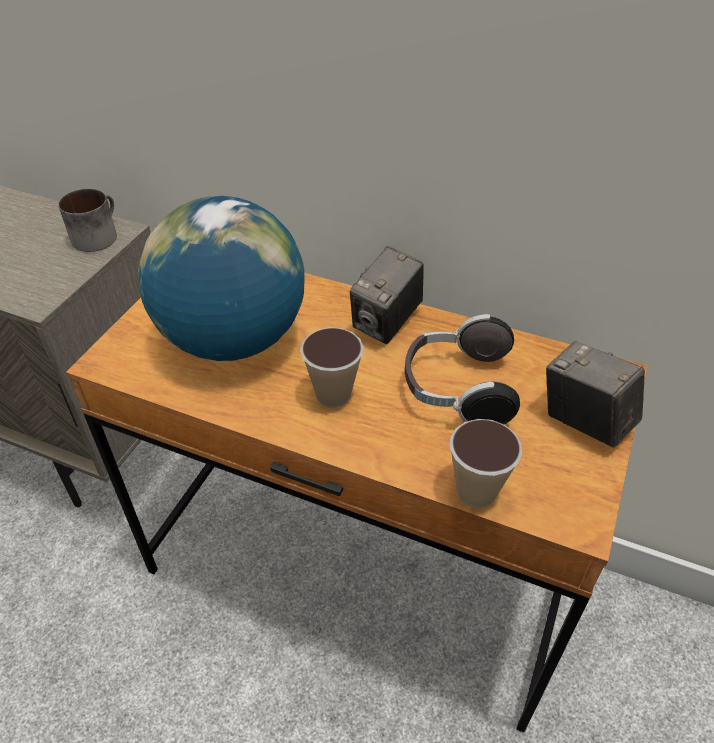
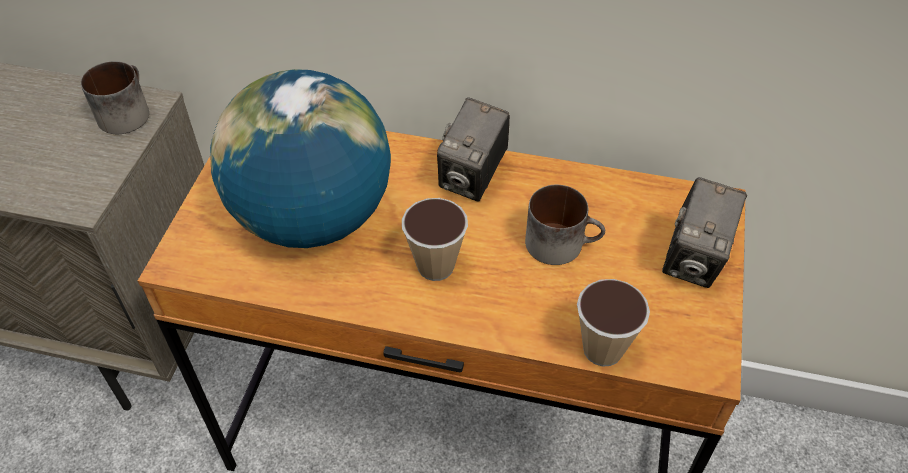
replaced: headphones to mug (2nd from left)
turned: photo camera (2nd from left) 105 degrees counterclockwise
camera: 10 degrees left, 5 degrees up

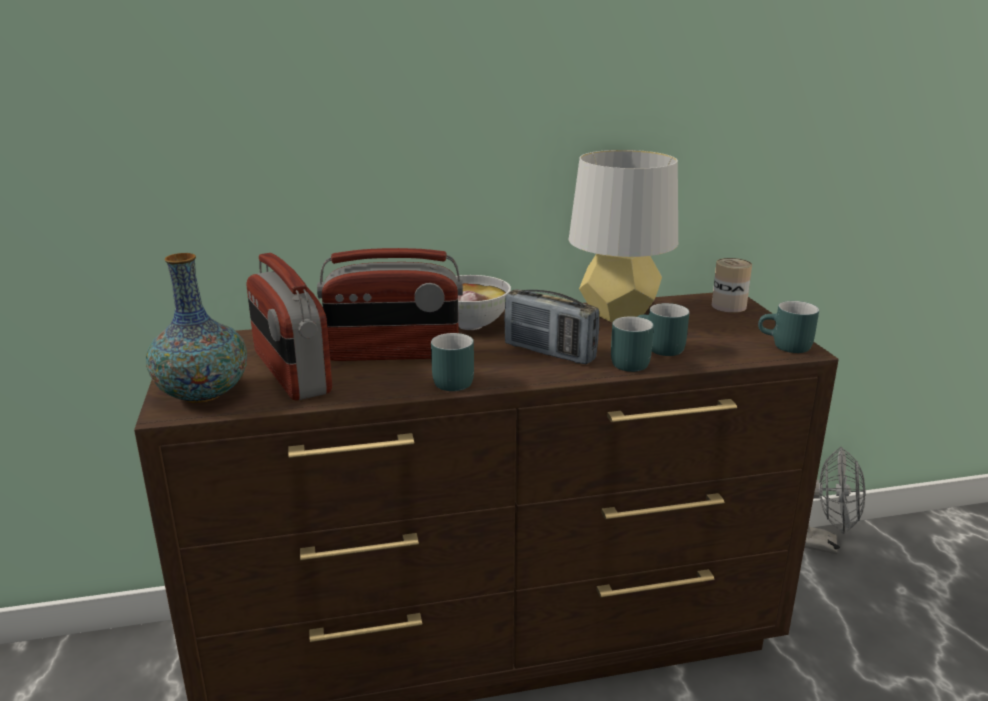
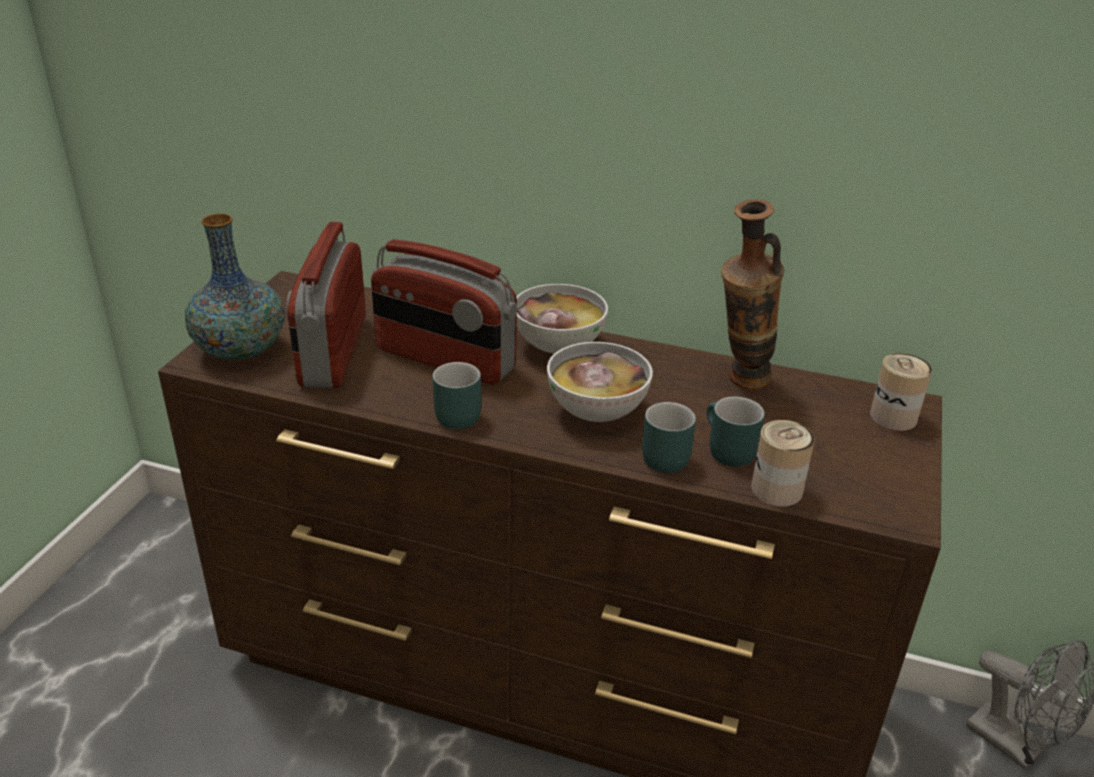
removed: mug in turquoise (4th from left)
added: can (1st from left)
replaced: radio (3rd from left) to bowl (2nd from left); table lamp in grey to vase (2nd from left)
camera: 30 degrees right, 10 degrees up

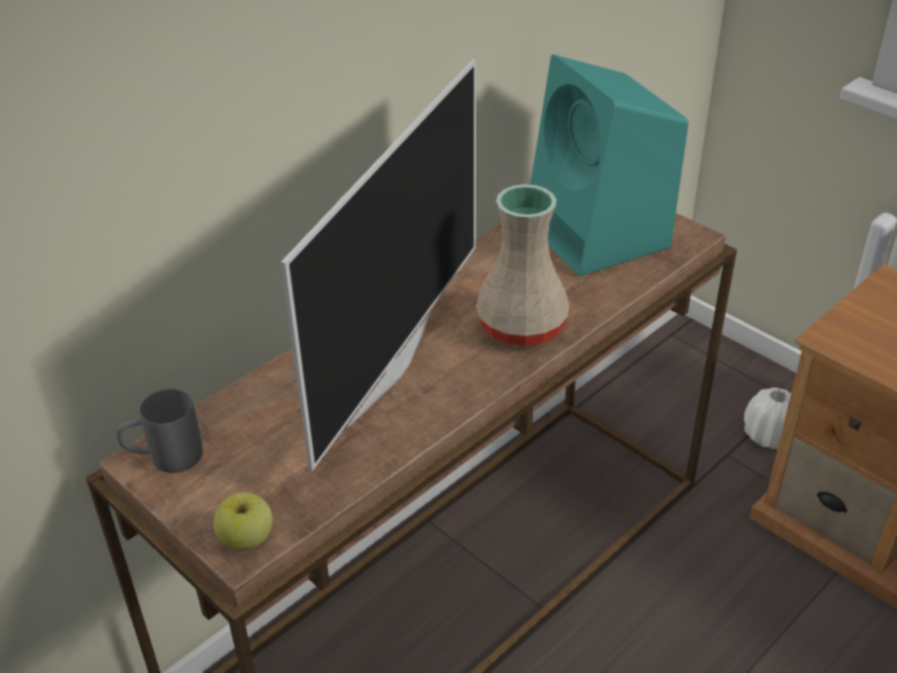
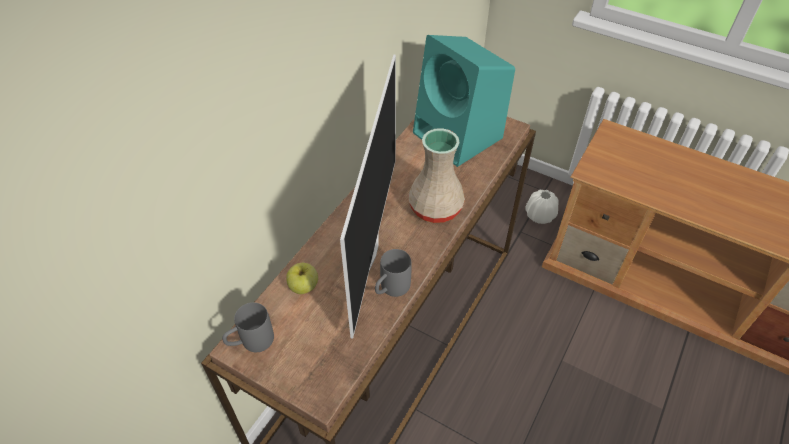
added: mug in grey (2nd from left)
moved: apple
camera: 15 degrees left, 10 degrees up

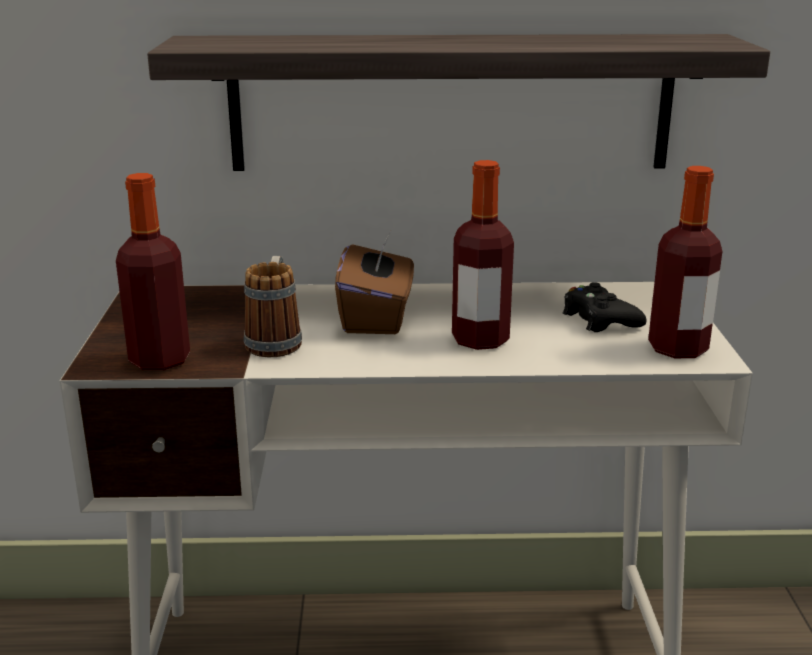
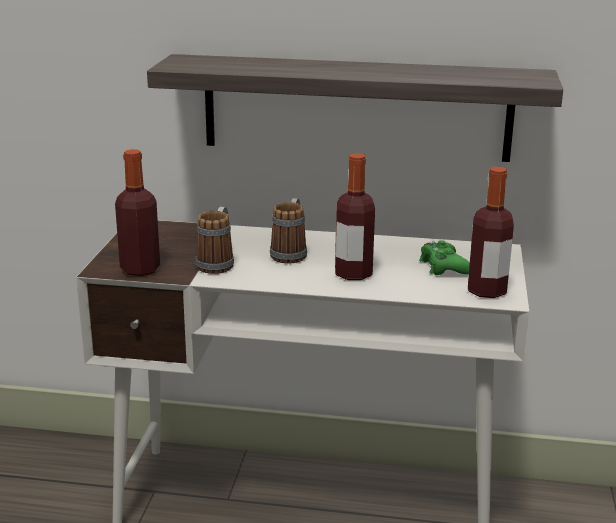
replaced: tissue box in brown to mug (2nd from left)
recoloured: game controller in black to game controller in green
camera: 10 degrees right, 0 degrees up

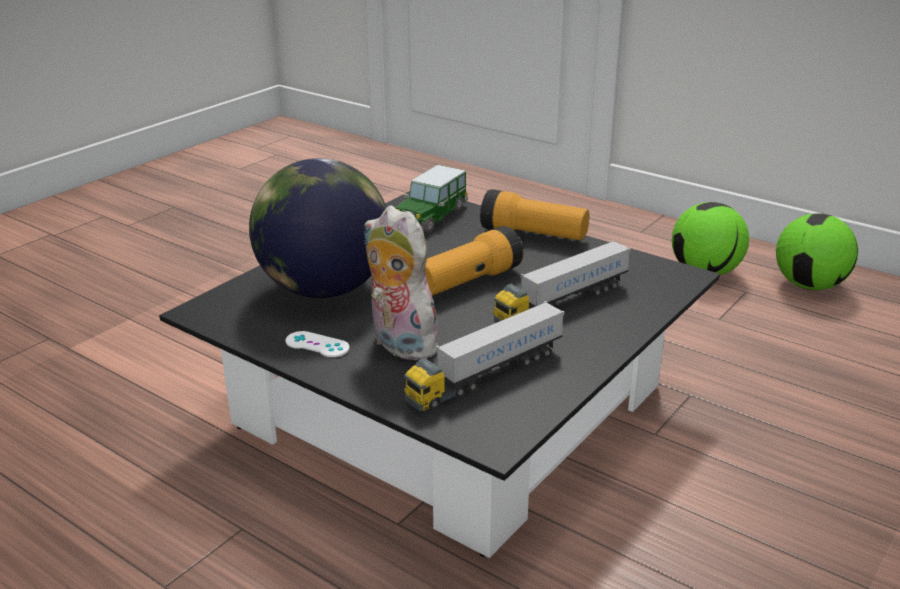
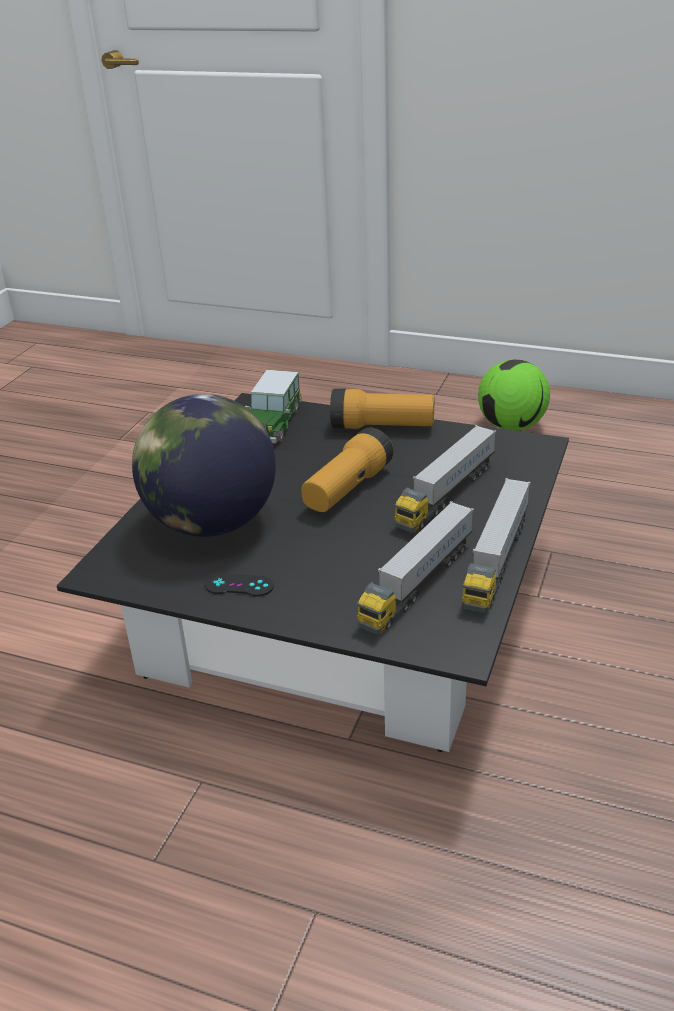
removed: plush toy; football (2nd from left)
added: toy truck (3rd from left)
recoloured: game controller in white to game controller in black
camera: 15 degrees left, 5 degrees up

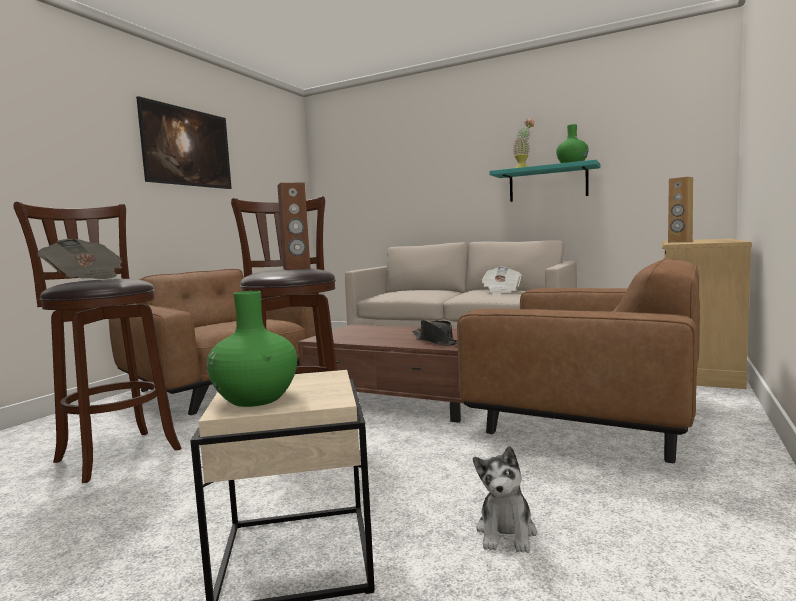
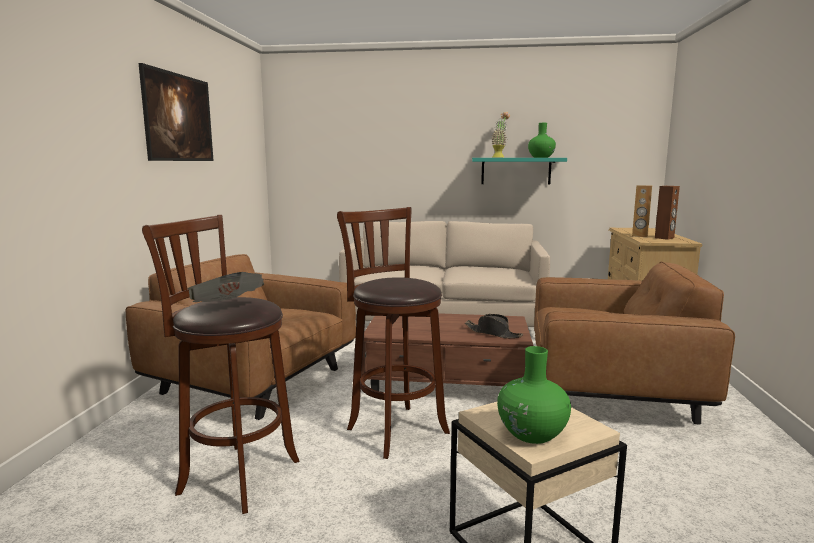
removed: plush toy; newspaper (2nd from left)
moved: speaker in brown (1st from left in the first image) to speaker in brown (2nd from left)
camera: 20 degrees left, 5 degrees up

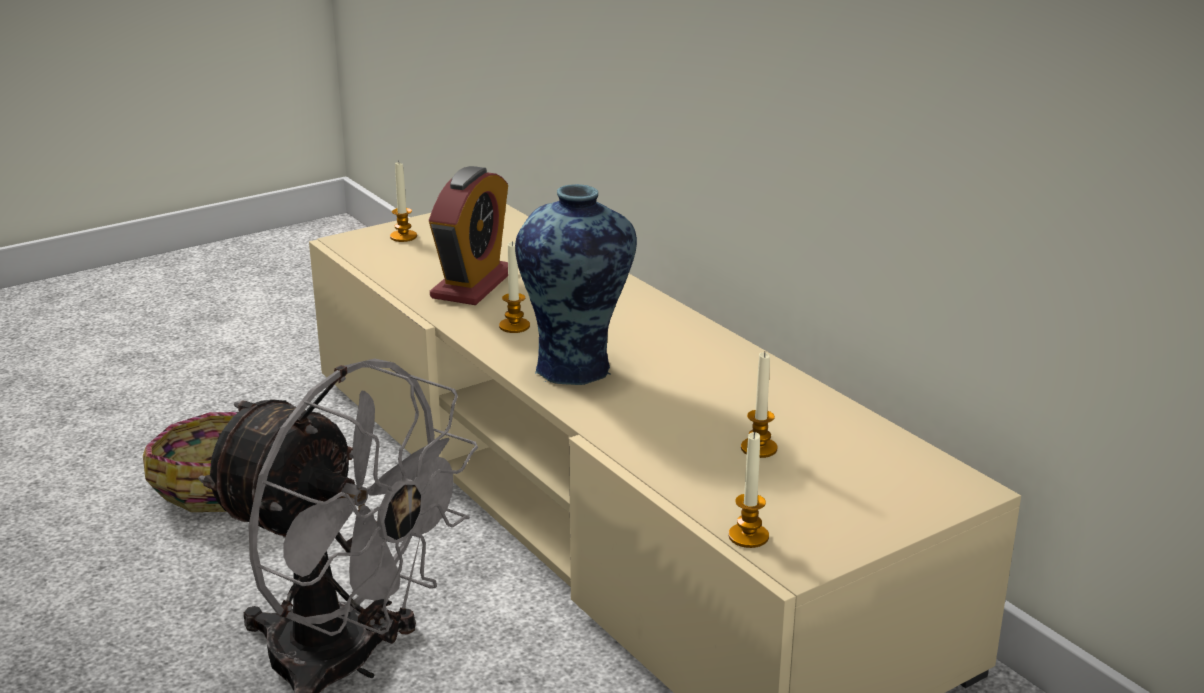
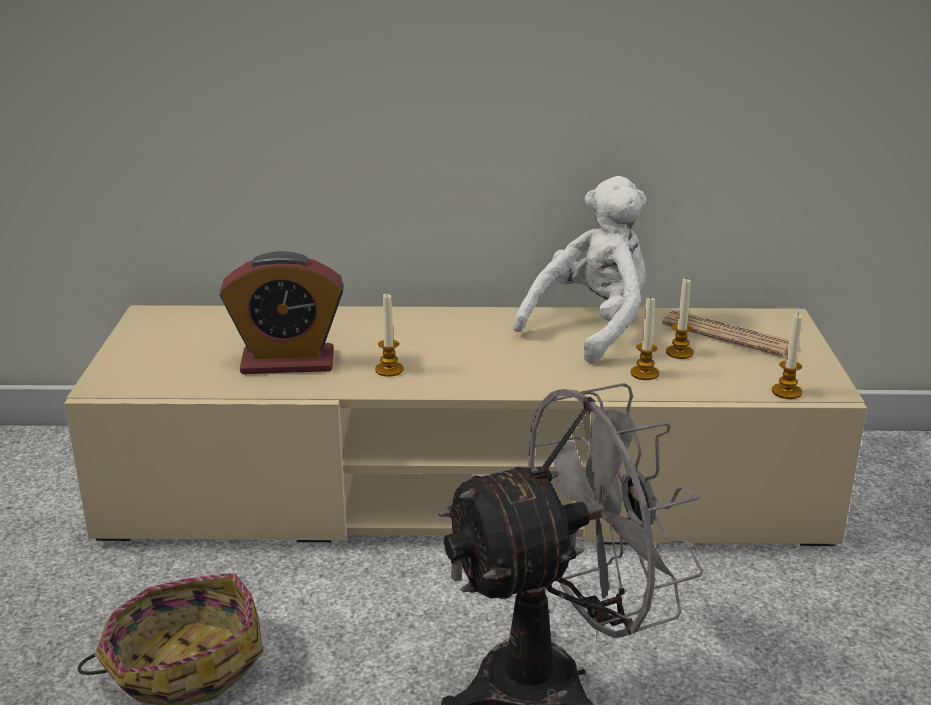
removed: vase
added: plush toy in white; newspaper
moved: candle (1st from left in the first image) to candle (2nd from left)
turned: alarm clock 120 degrees clockwise
camera: 55 degrees left, 0 degrees up

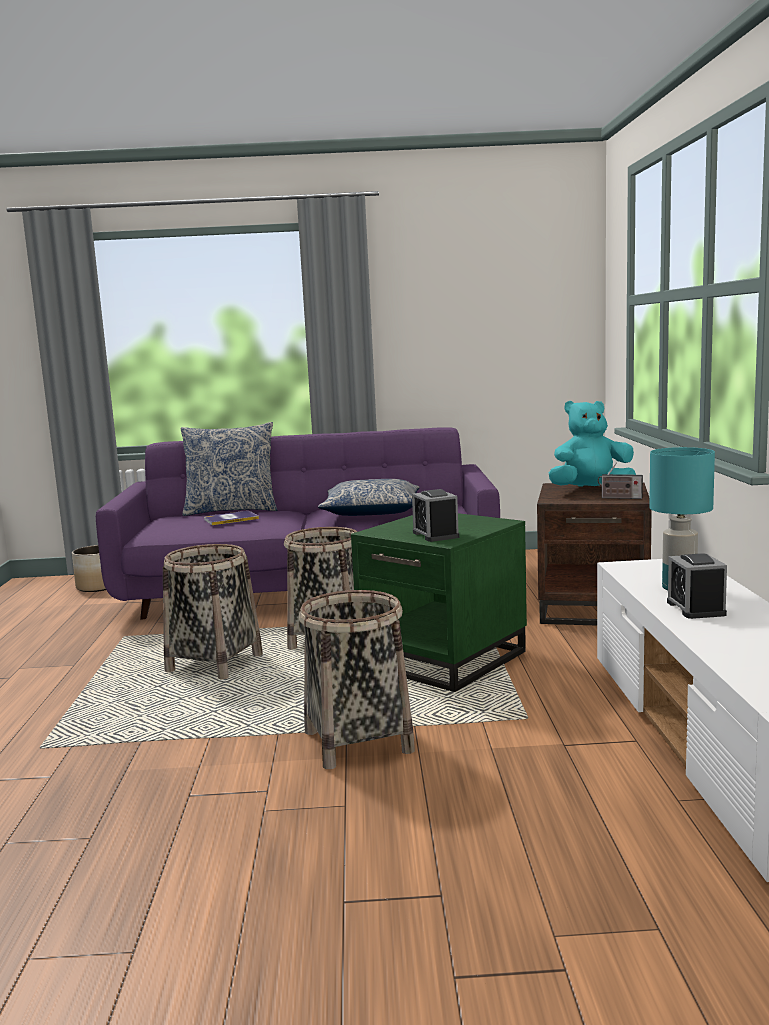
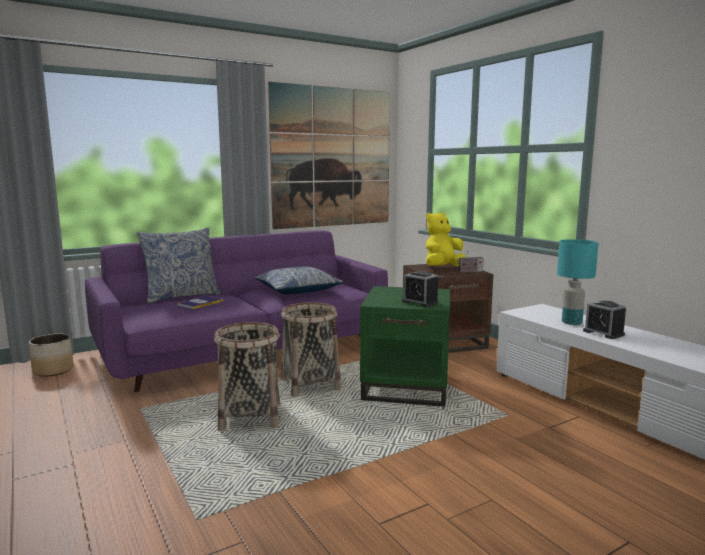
removed: basket (3rd from left)
added: picture
recoloured: plush toy in turquoise to plush toy in yellow
camera: 30 degrees left, 0 degrees up

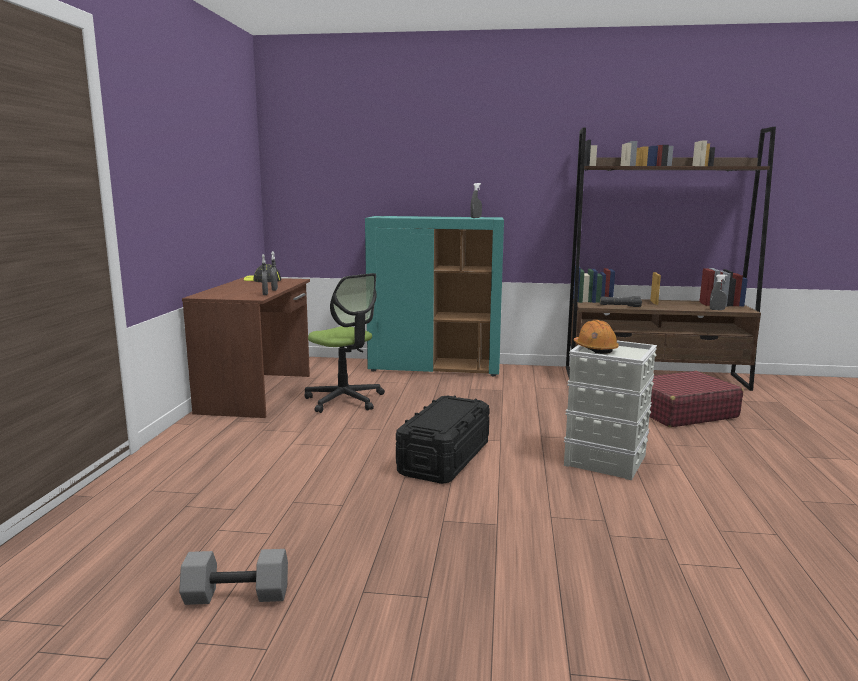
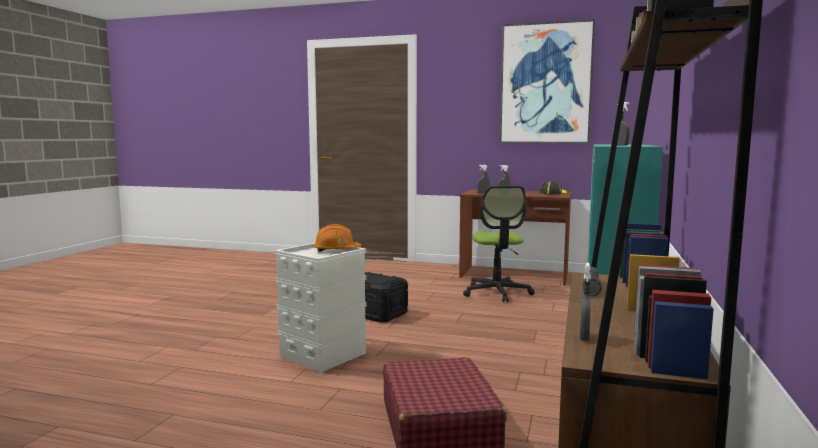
removed: dumbbell in grey
added: picture
turned: office chair 60 degrees counterclockwise
camera: 100 degrees right, 5 degrees down

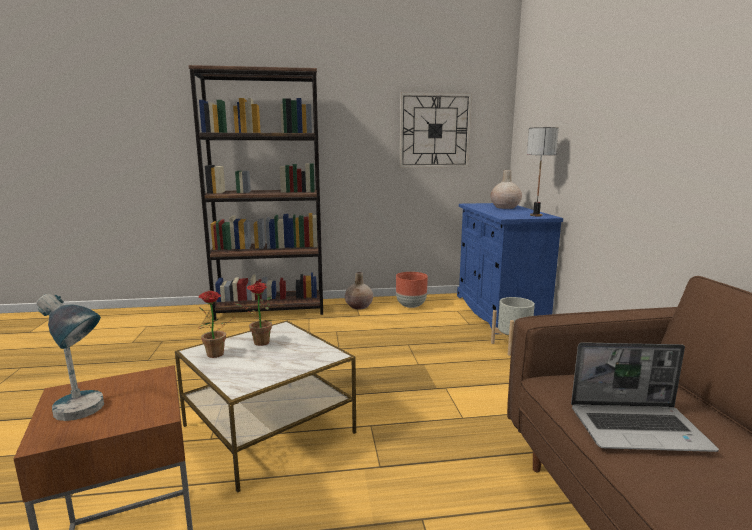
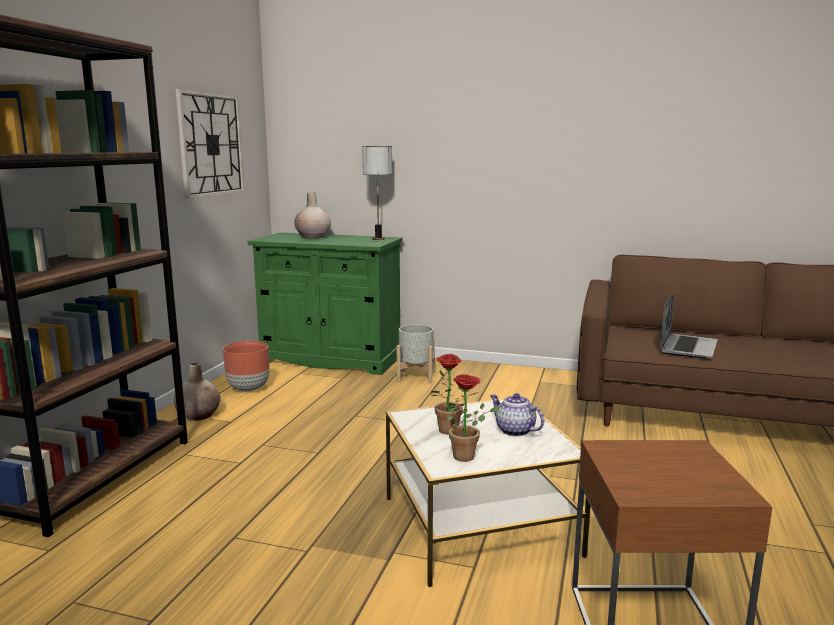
removed: table lamp (1st from left)
added: teapot
recoloured: cabinet in blue to cabinet in green
camera: 65 degrees left, 0 degrees up

